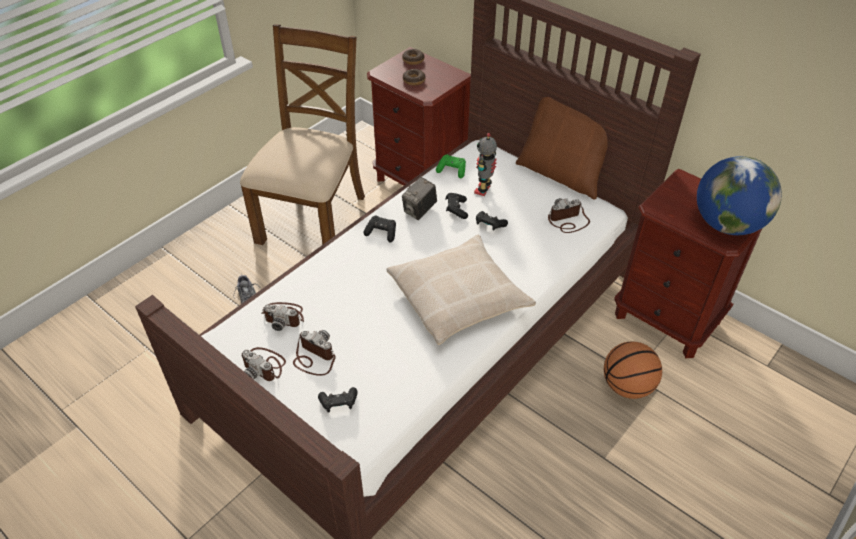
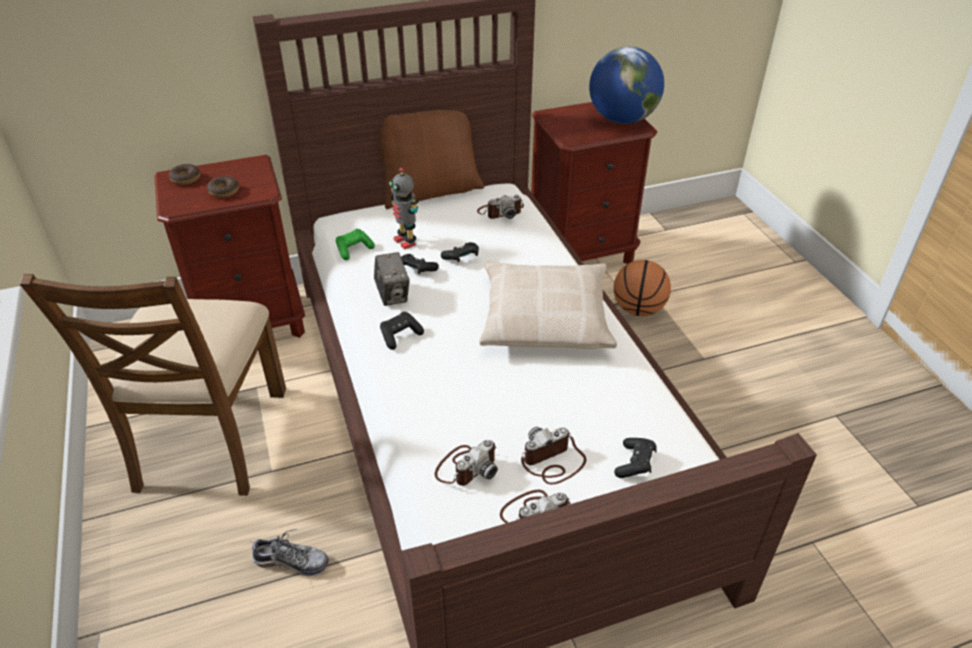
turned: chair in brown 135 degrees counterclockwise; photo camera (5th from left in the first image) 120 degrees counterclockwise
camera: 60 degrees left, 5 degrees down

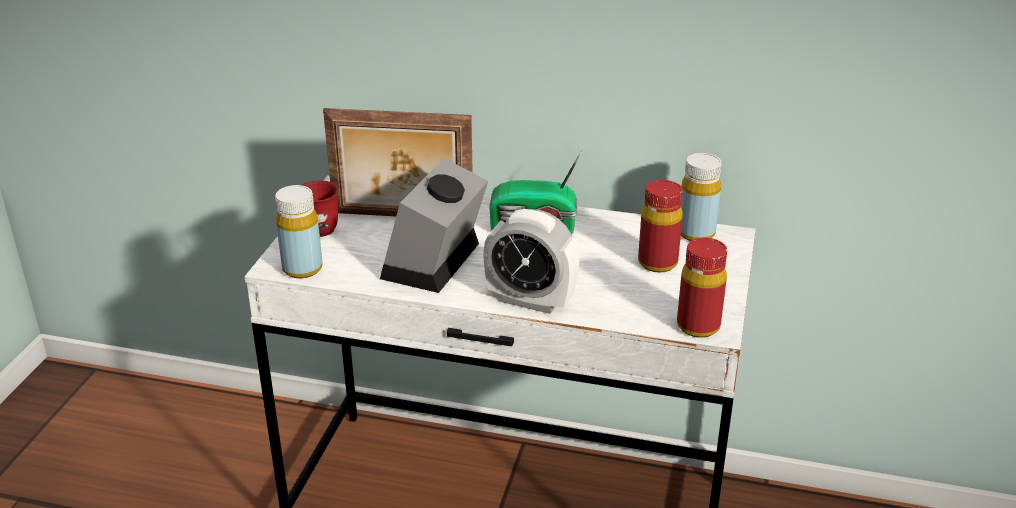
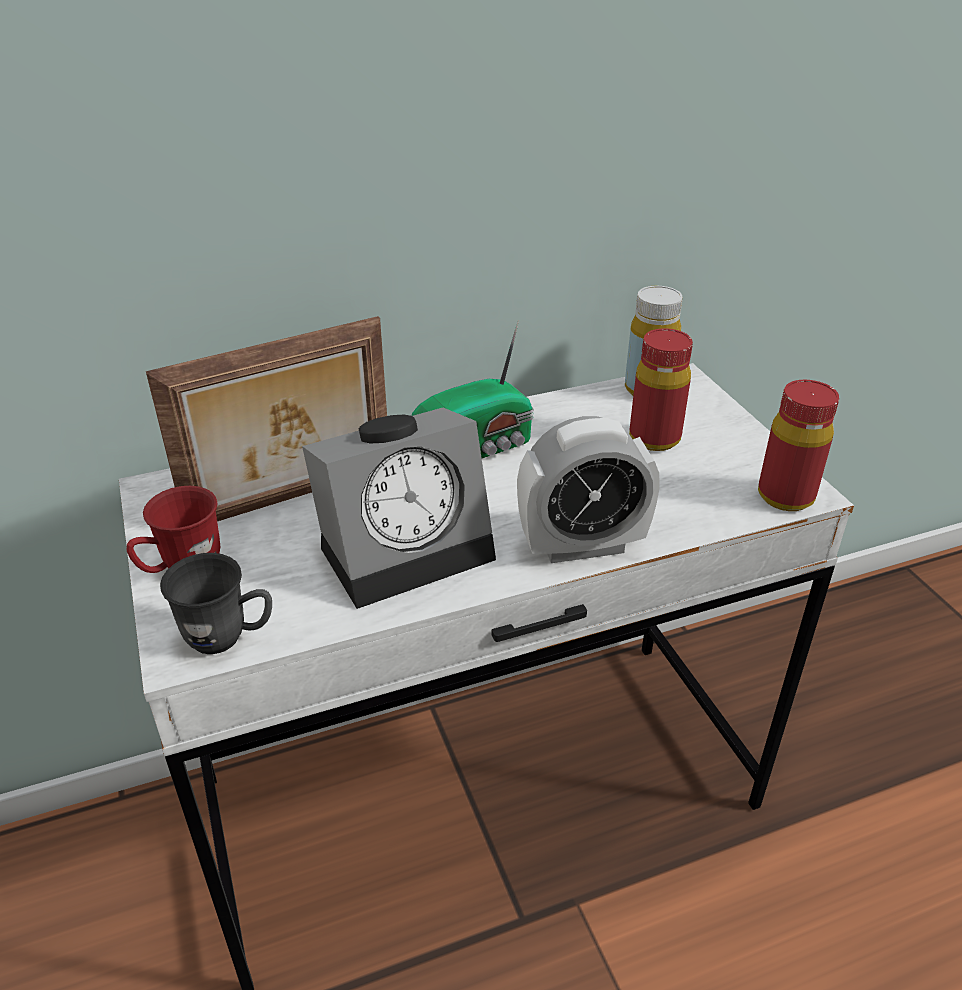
replaced: bottle in yellow (1st from left) to mug in grey
turned: alarm clock (1st from left) 105 degrees counterclockwise
camera: 35 degrees left, 5 degrees up

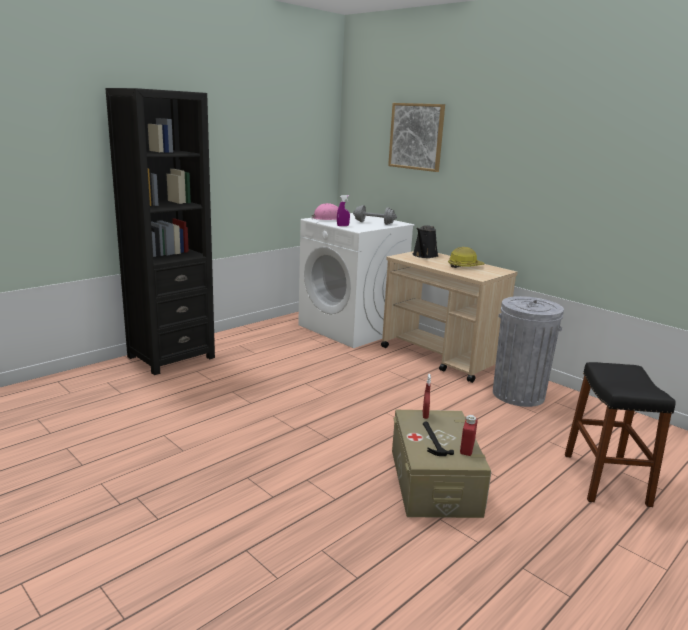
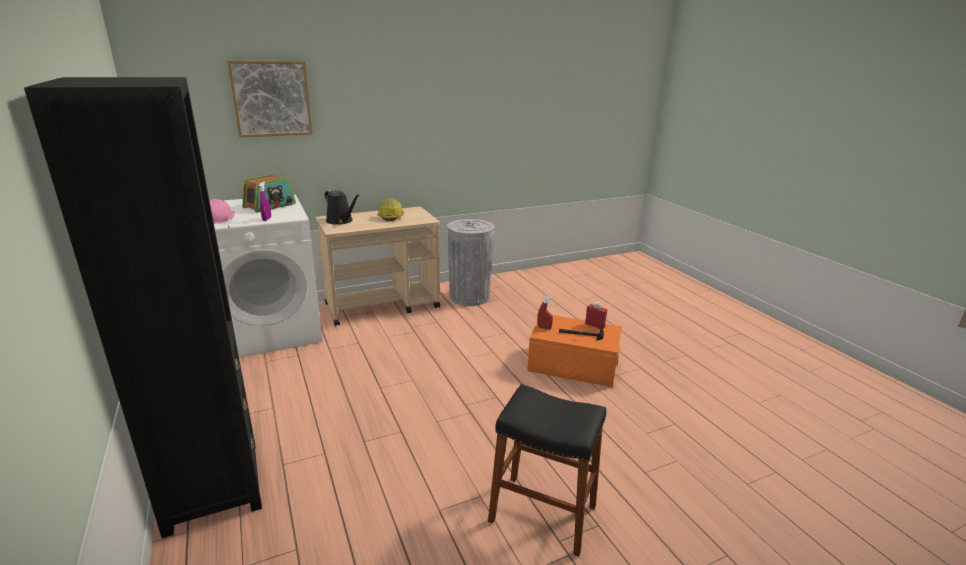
moved: stool in black
replaced: dumbbell in grey to radio
recoloured: storage box in beige to storage box in orange
camera: 70 degrees left, 5 degrees up

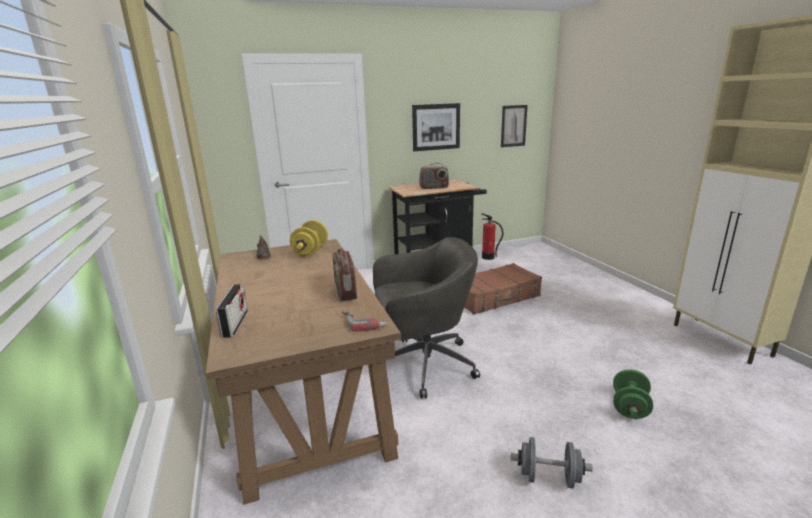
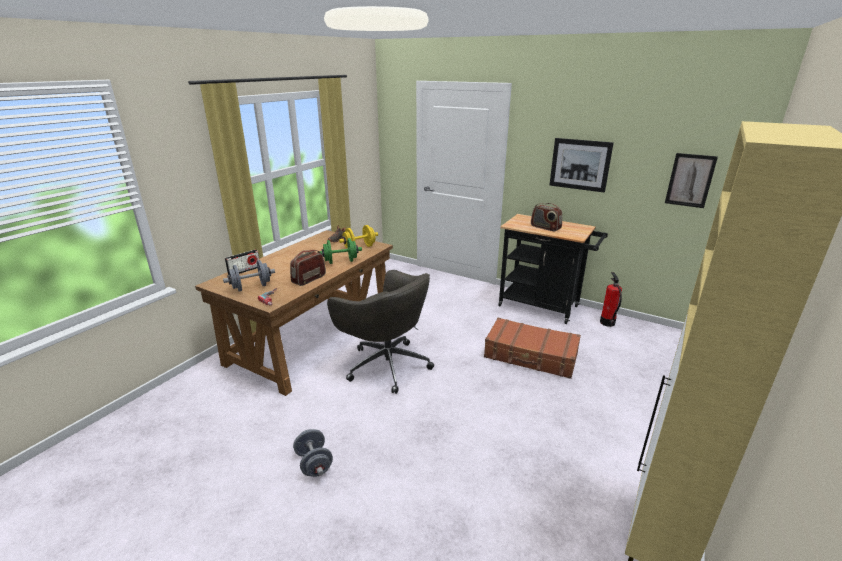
added: dumbbell in grey (1st from left)
moved: dumbbell in green
camera: 50 degrees right, 5 degrees up

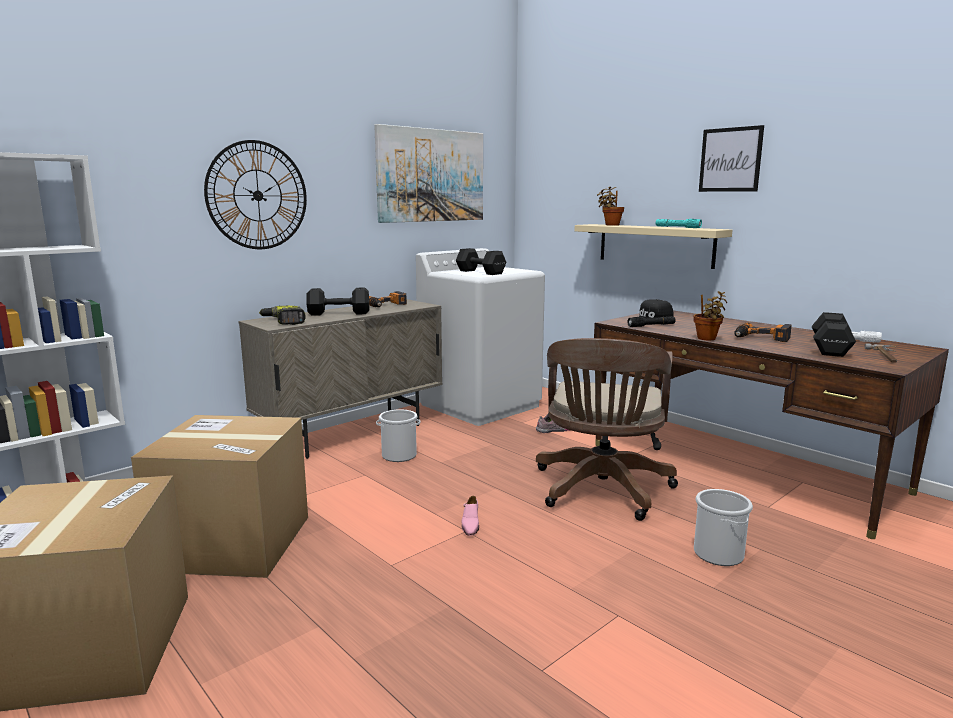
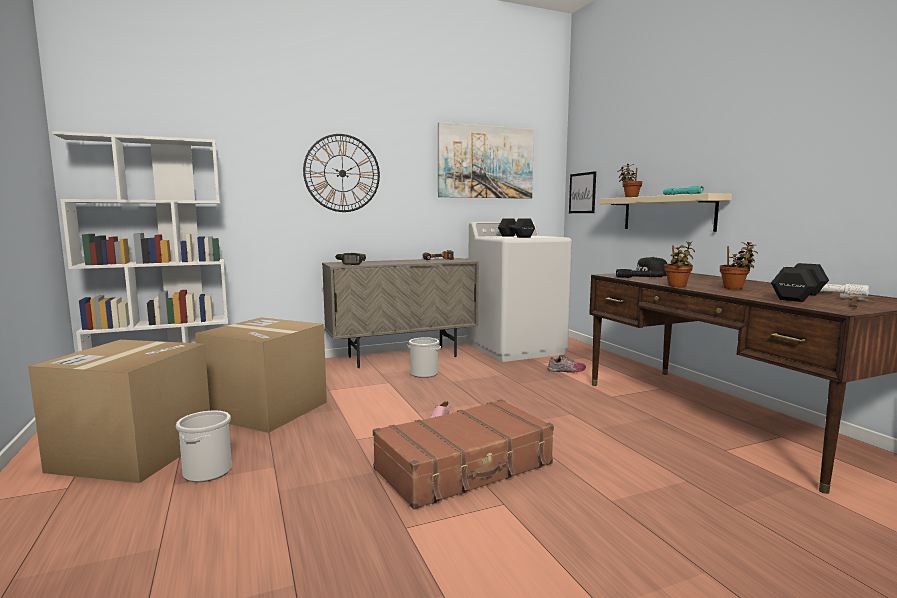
removed: dumbbell in black (1st from left); office chair in brown
added: suitcase in brown
moved: bucket (2nd from left in the first image) to bucket (1st from left); picture (2nd from left)
replaced: power drill (3rd from left) to potted plant (3rd from left)
camera: 20 degrees right, 5 degrees down

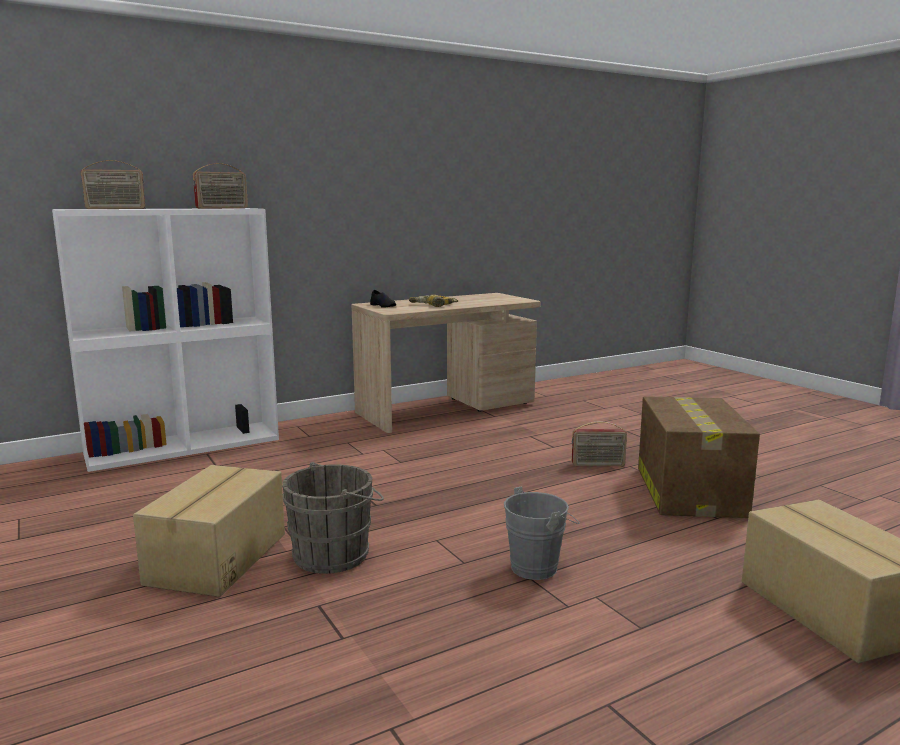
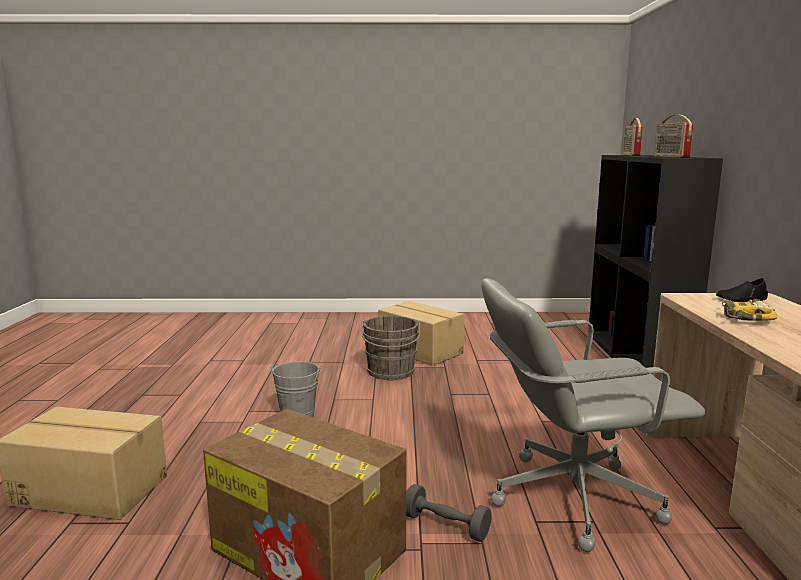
added: office chair in grey
replaced: radio (3rd from left) to dumbbell in grey
recoloured: bookcase in white to bookcase in black
camera: 120 degrees right, 0 degrees up

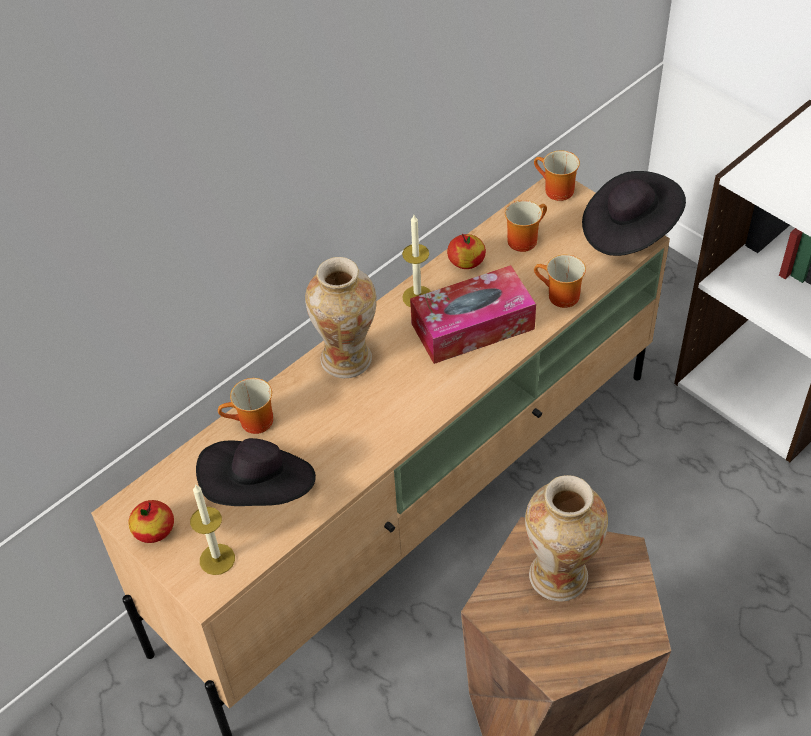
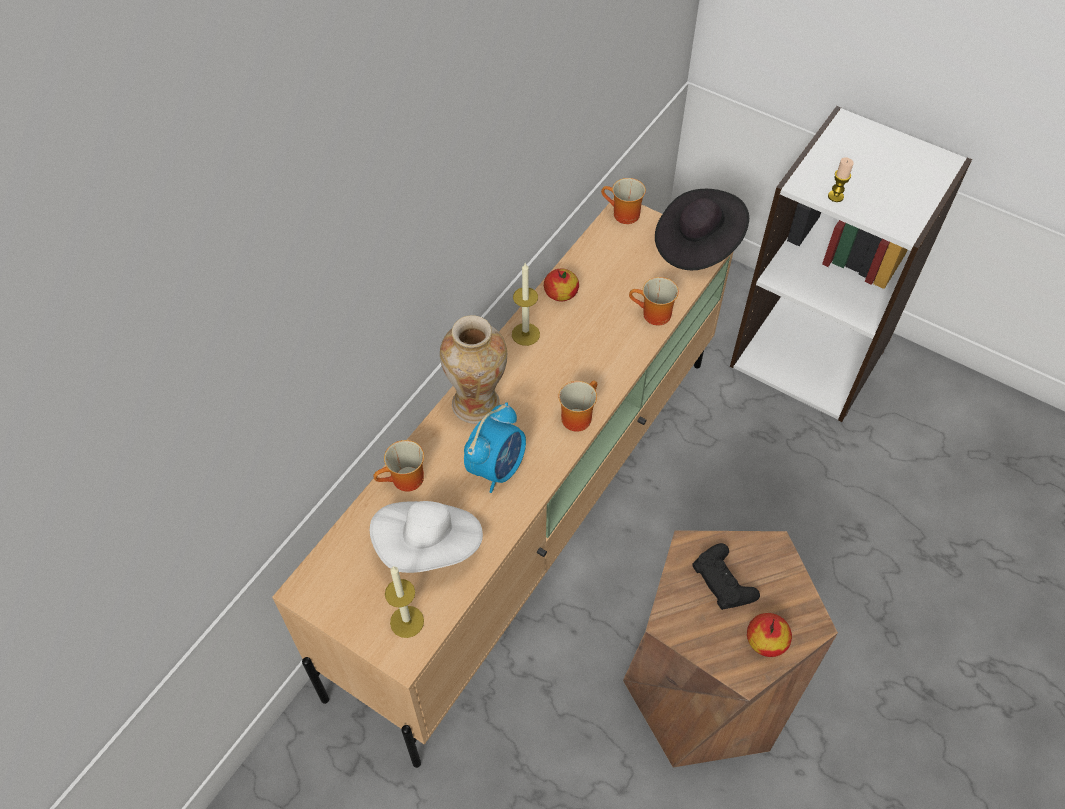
removed: tissue box
added: alarm clock; candle (3rd from left)
moved: apple (1st from left in the first image) to apple (2nd from left); mug (2nd from left)
replaced: vase (2nd from left) to game controller in black
recoloured: hat in black (1st from left) to hat in white
camera: 15 degrees left, 5 degrees up

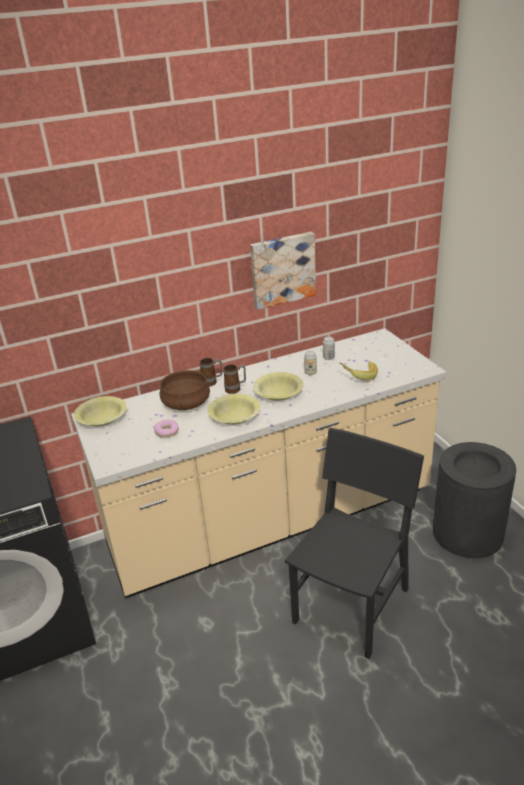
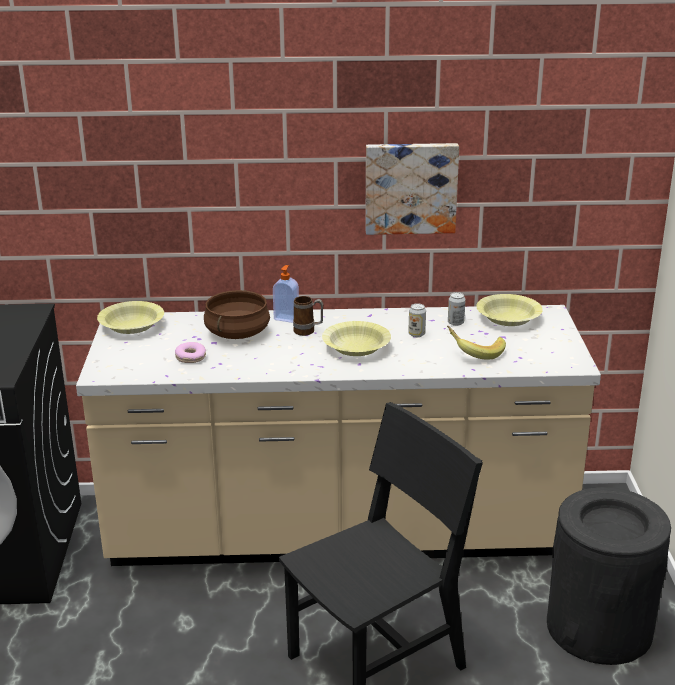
moved: bowl in yellow (2nd from left in the first image) to bowl in yellow (3rd from left)
replaced: mug (1st from left) to soap dispenser
camera: 20 degrees right, 5 degrees down

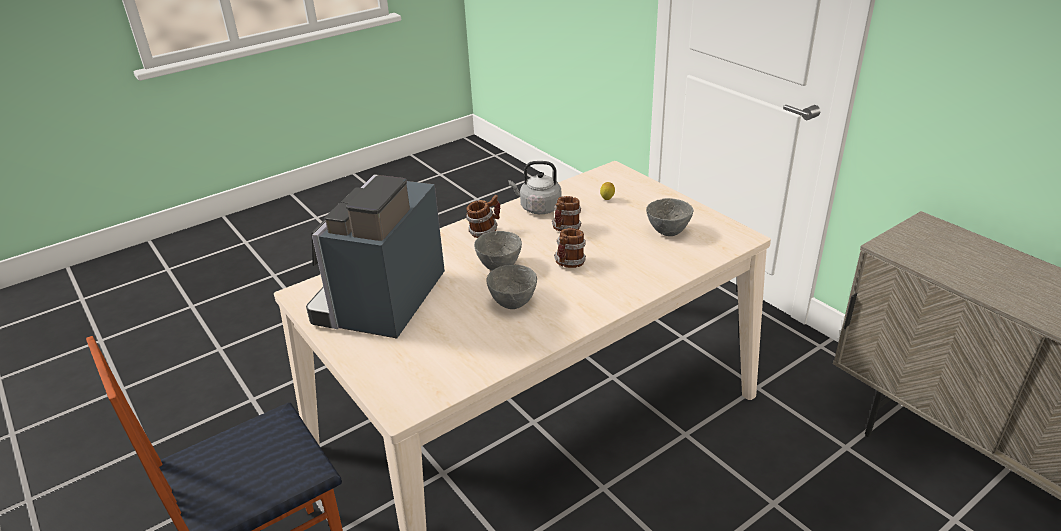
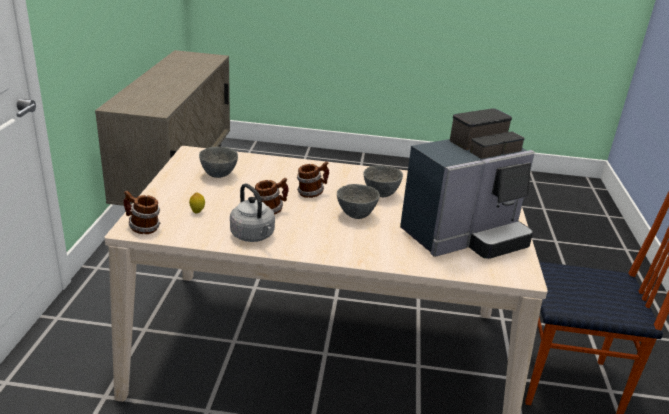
moved: mug (1st from left)
camera: 140 degrees left, 5 degrees down

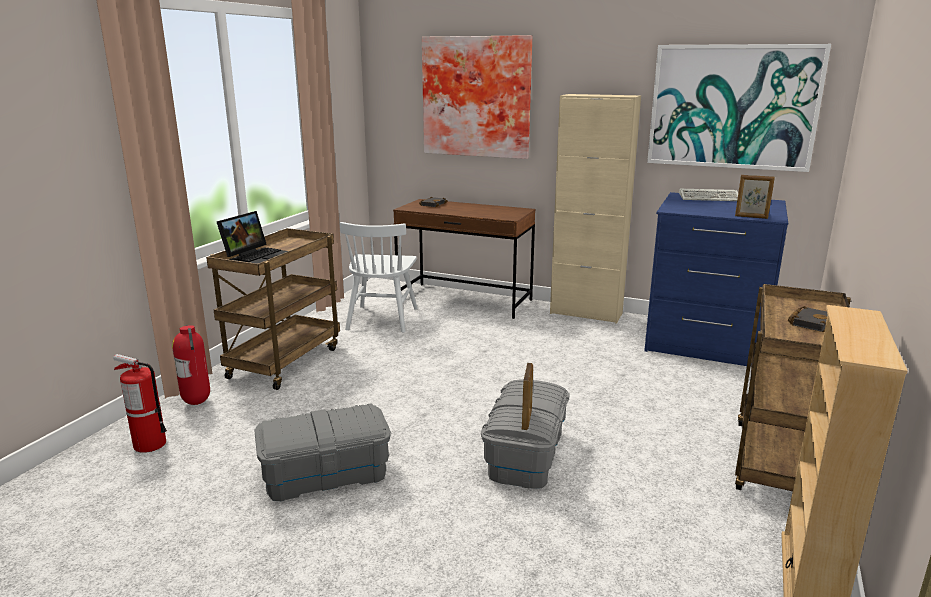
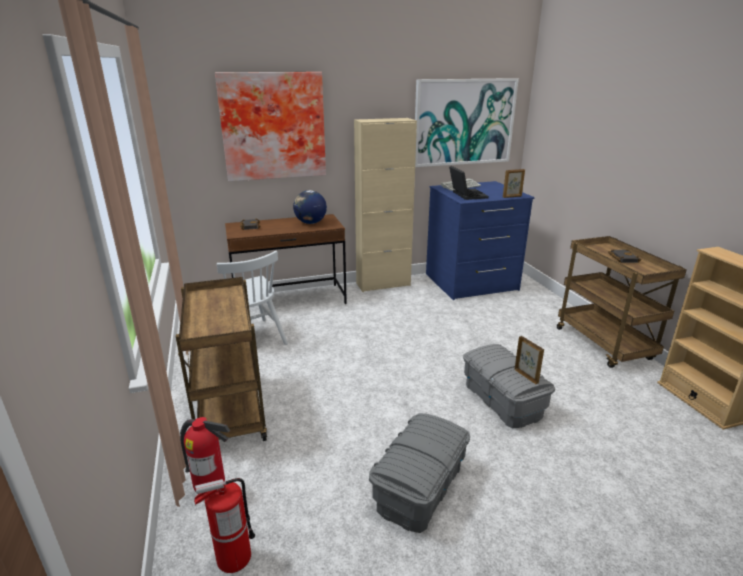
added: globe
moved: laptop
camera: 40 degrees left, 5 degrees up

